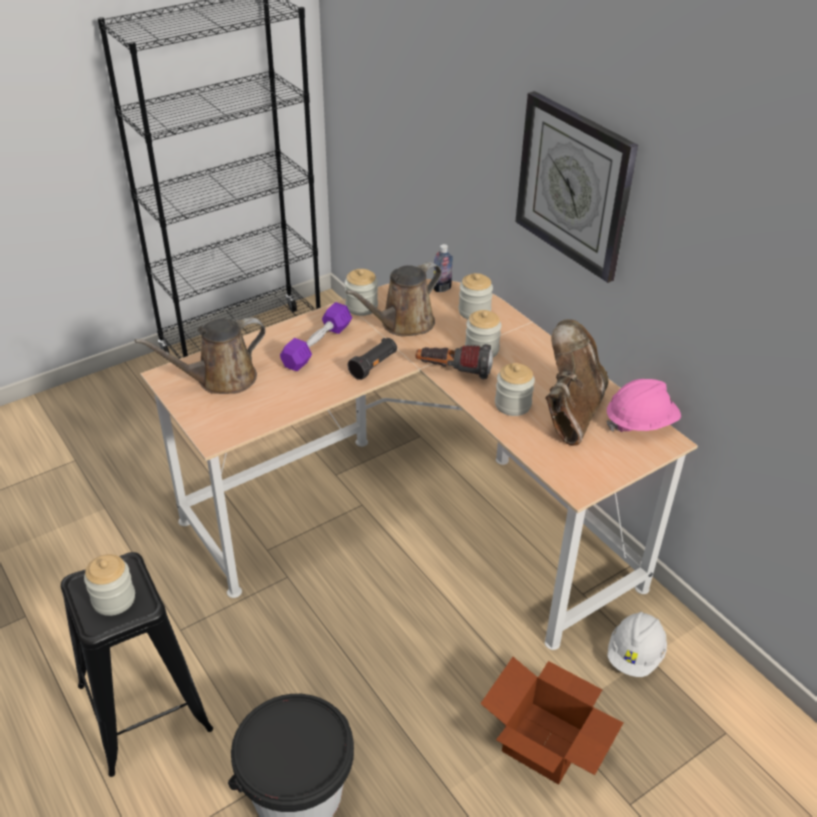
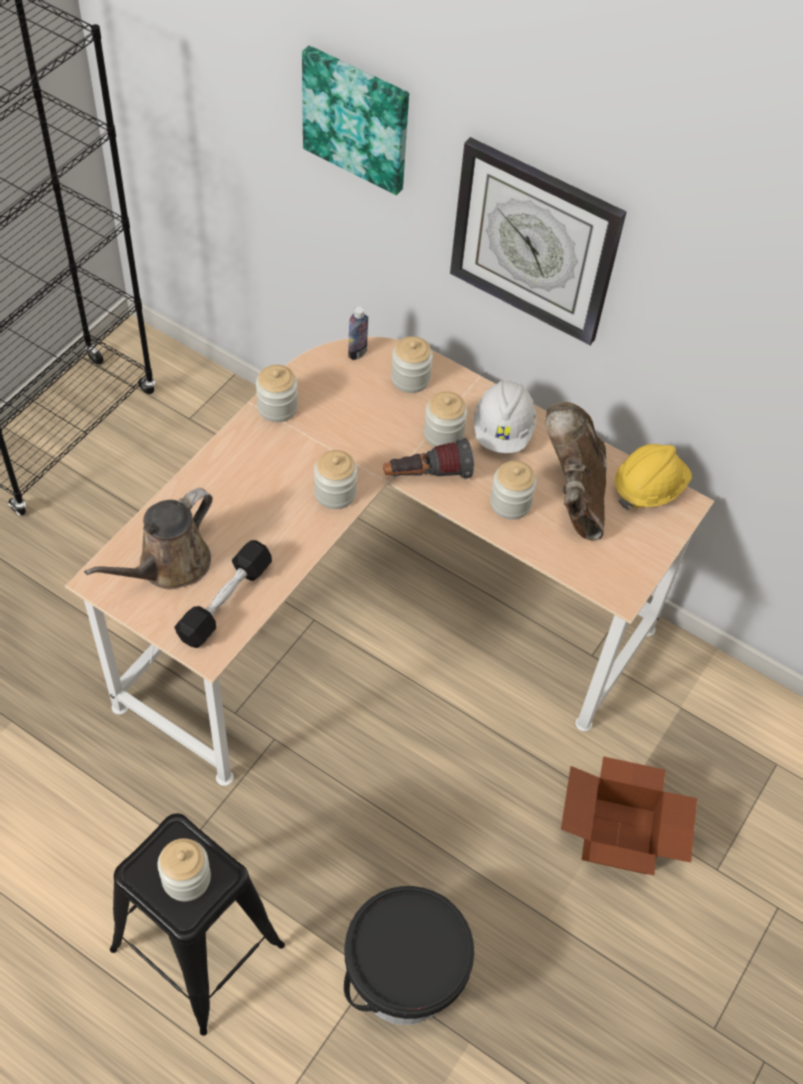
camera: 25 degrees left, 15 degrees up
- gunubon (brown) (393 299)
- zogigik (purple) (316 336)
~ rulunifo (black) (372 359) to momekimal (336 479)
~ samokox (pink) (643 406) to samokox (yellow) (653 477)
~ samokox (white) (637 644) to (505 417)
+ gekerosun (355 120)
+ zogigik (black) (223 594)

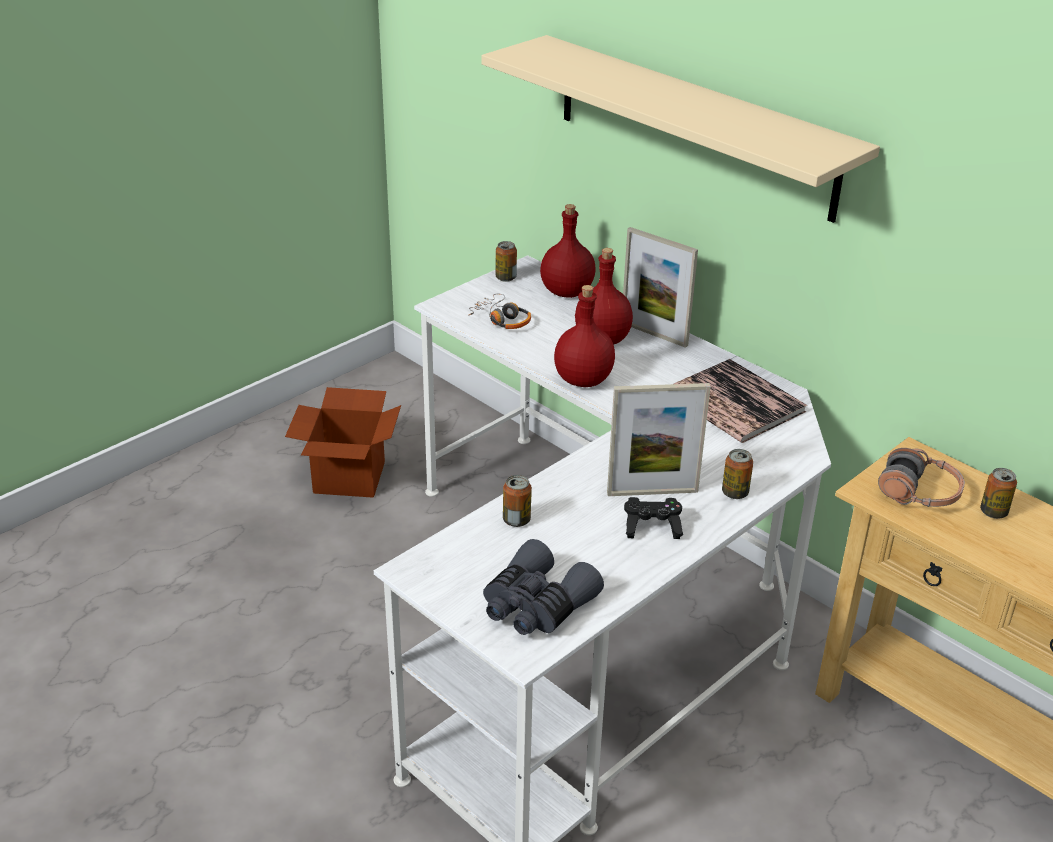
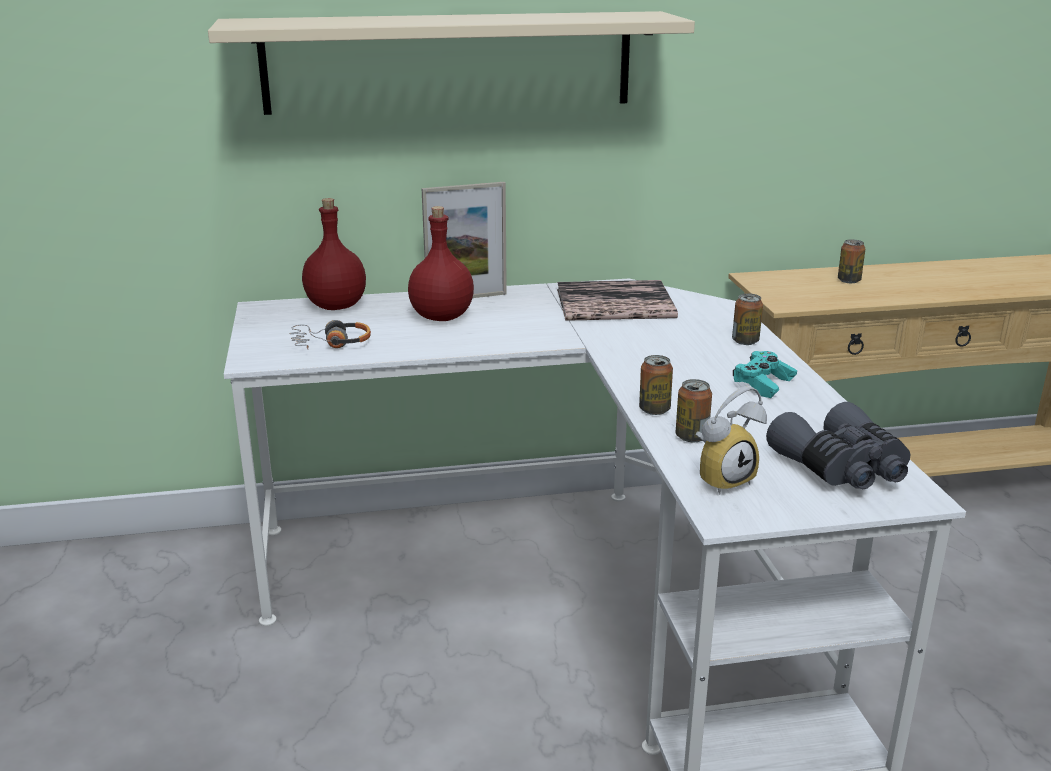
camera: 55 degrees left, 10 degrees down
~ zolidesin (506 261) to (656 385)
- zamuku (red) (584 336)
- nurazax (659 439)
- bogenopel (343 442)
- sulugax (921 477)
~ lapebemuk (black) (653 518) to lapebemuk (turquoise) (765 374)
+ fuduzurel (731 440)

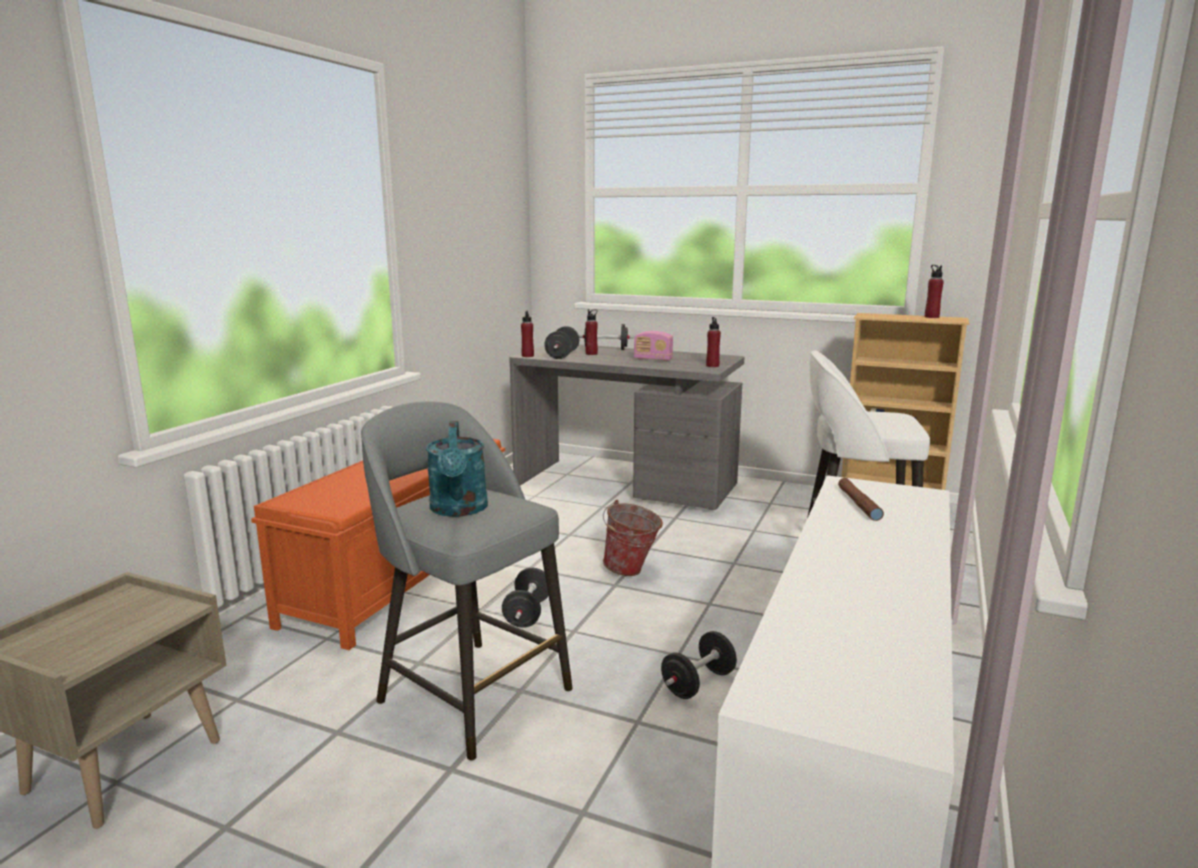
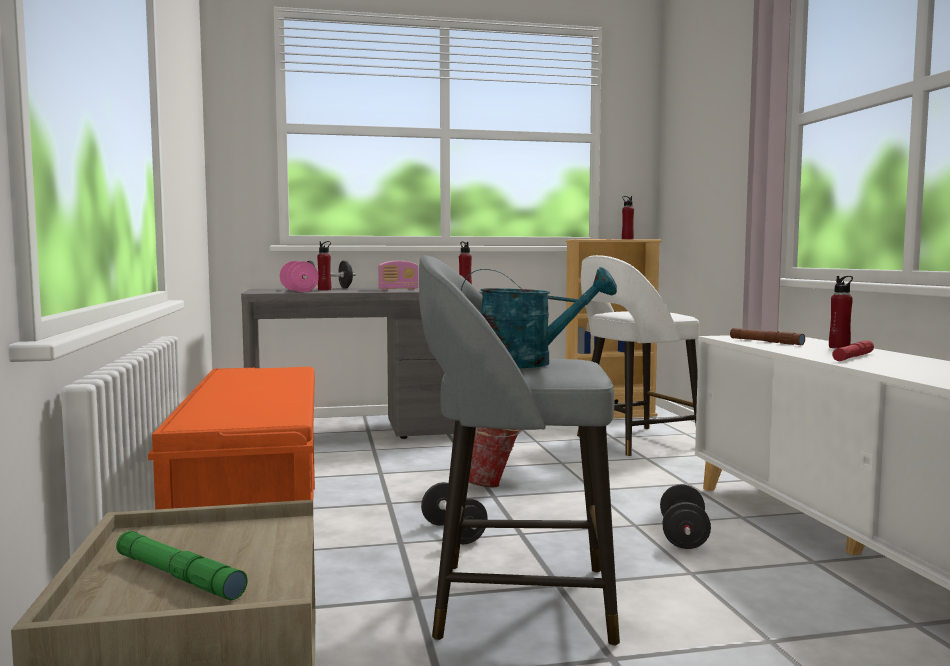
camera: 35 degrees left, 10 degrees down
~ zamuku (red) (527 334) to (841 312)
~ zogigik (black) (561 342) to zogigik (pink) (299 276)
~ gunubon (turquoise) (457 469) = (539 317) 45 degrees counterclockwise
+ rulunifo (red) (853 350)
+ rulunifo (green) (182 566)

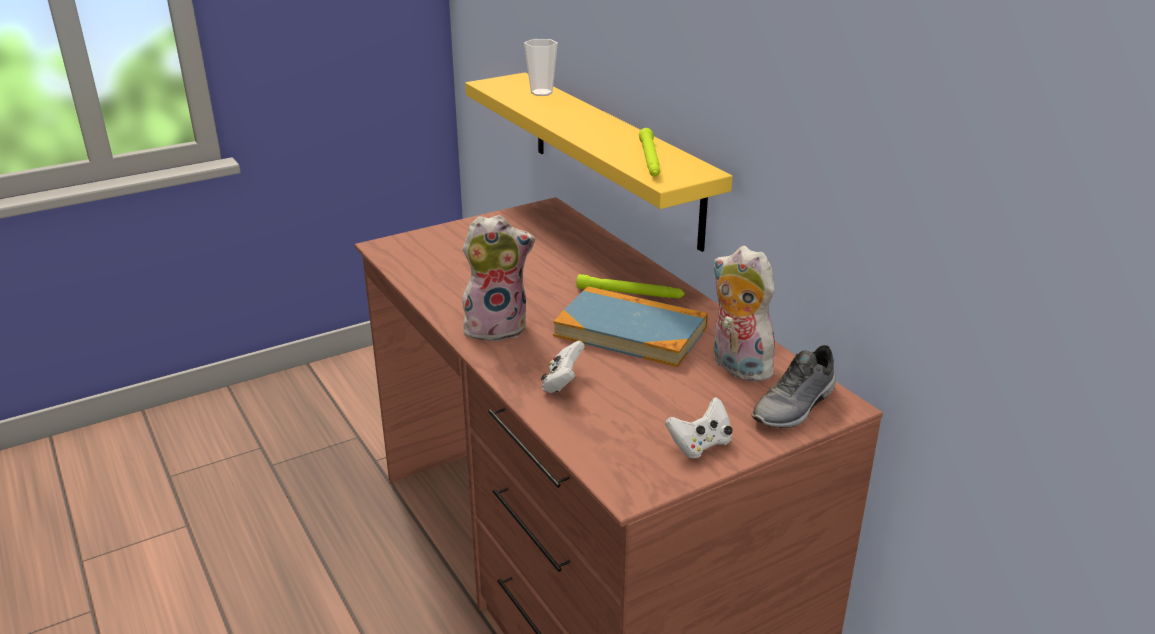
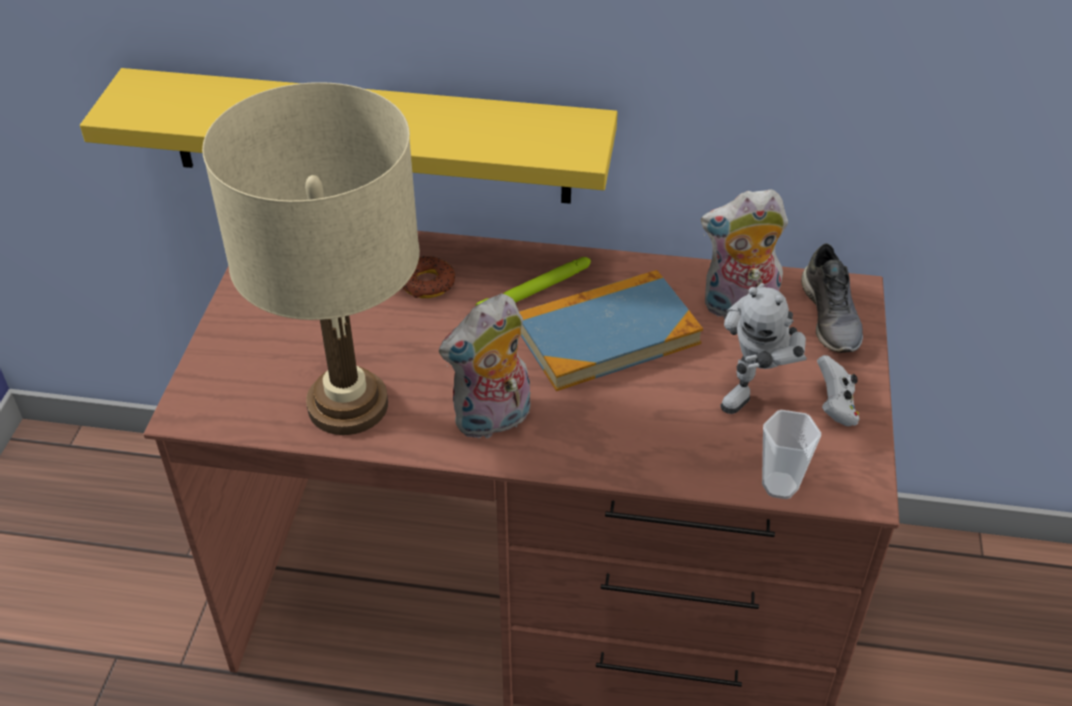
camera: 50 degrees left, 15 degrees up
~ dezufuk (541 67) to (791 454)
- rulunifo (green) (649 152)
~ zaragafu (498 279) = (484 366) 150 degrees counterclockwise
- lapebemuk (white) (563 367)
+ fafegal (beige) (311 258)
+ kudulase (429 277)
+ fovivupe (763 348)

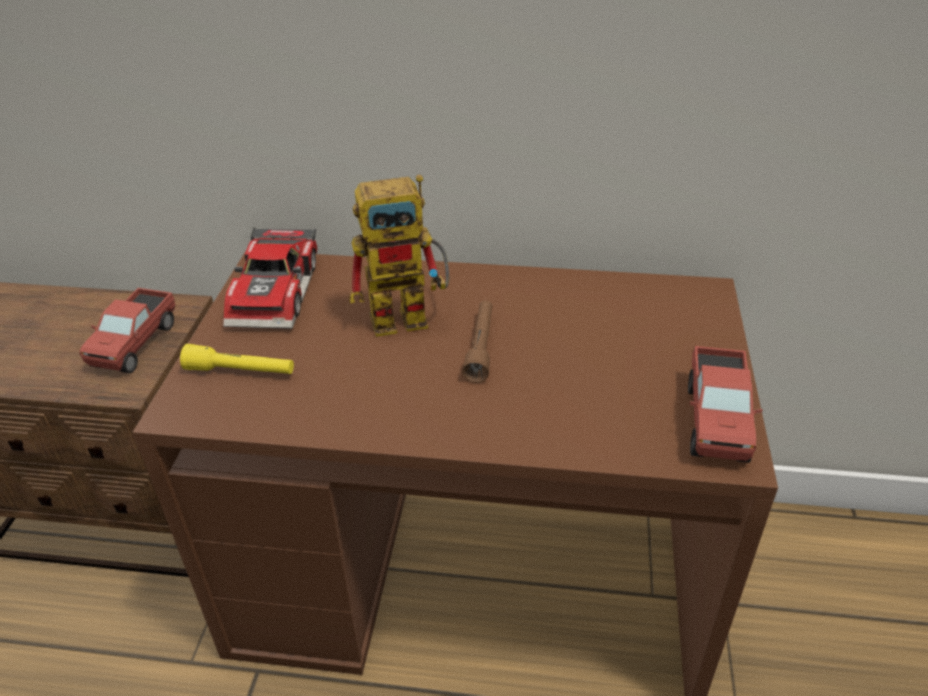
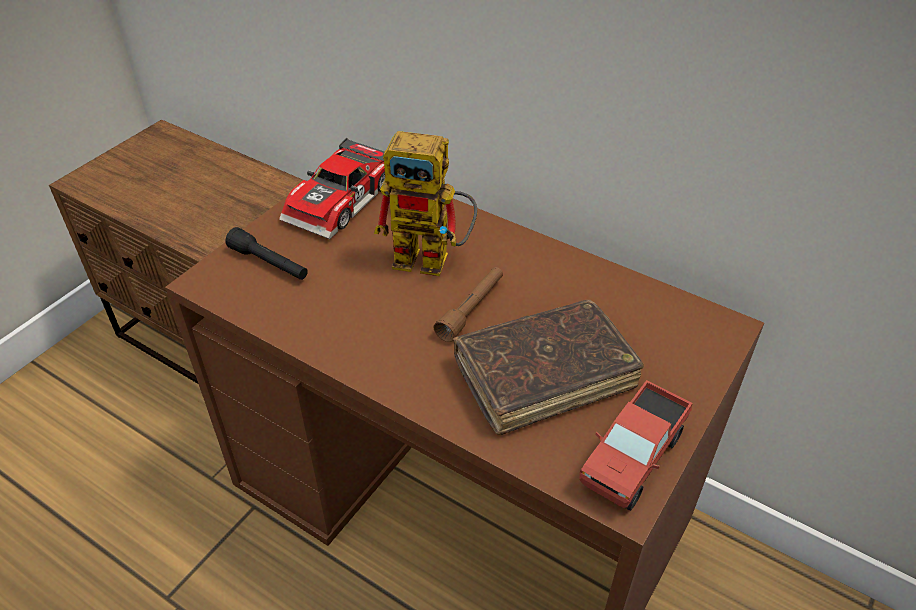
camera: 25 degrees right, 5 degrees up
- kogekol (127 330)
~ rulunifo (yellow) (237 359) to rulunifo (black) (266 253)
+ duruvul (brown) (548 367)

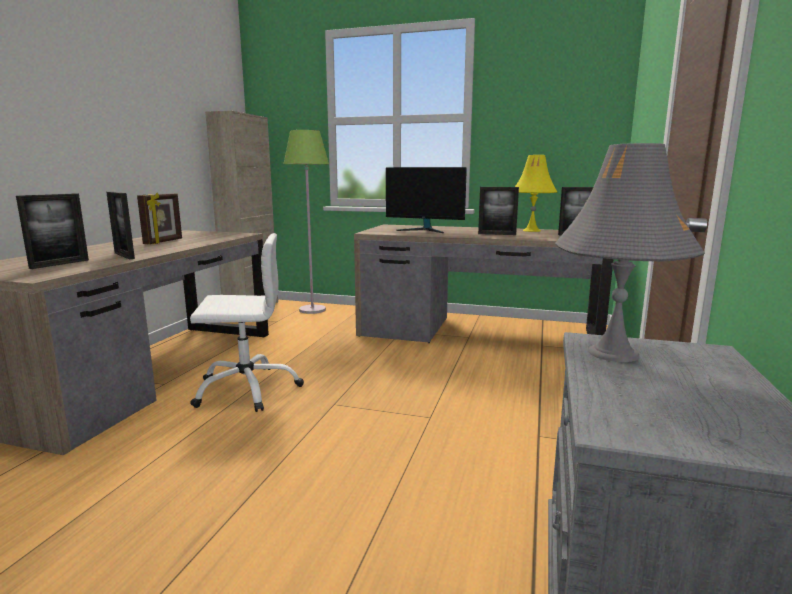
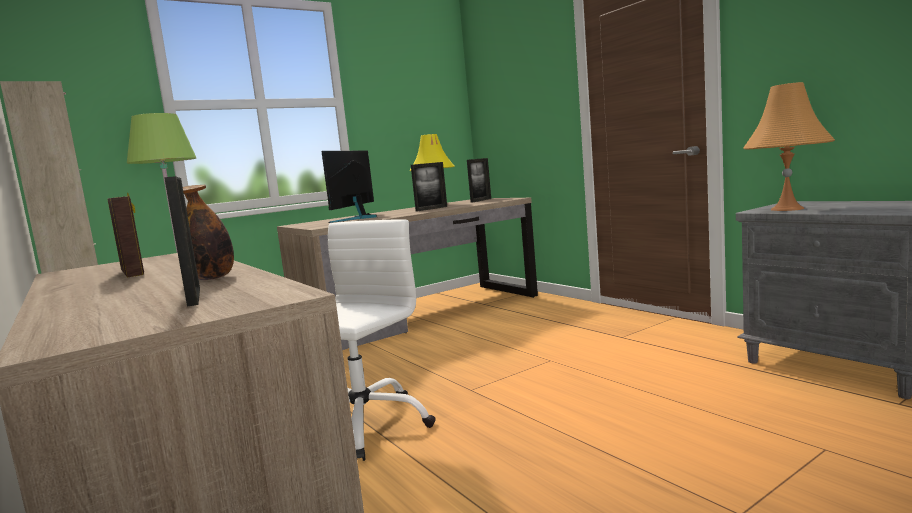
camera: 50 degrees left, 5 degrees down
~ fafegal (grey) (630 252) to fafegal (orange) (789 146)
~ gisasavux (426 200) = (349 187) 135 degrees clockwise
~ nurazax (120 225) to zamuku (208 232)

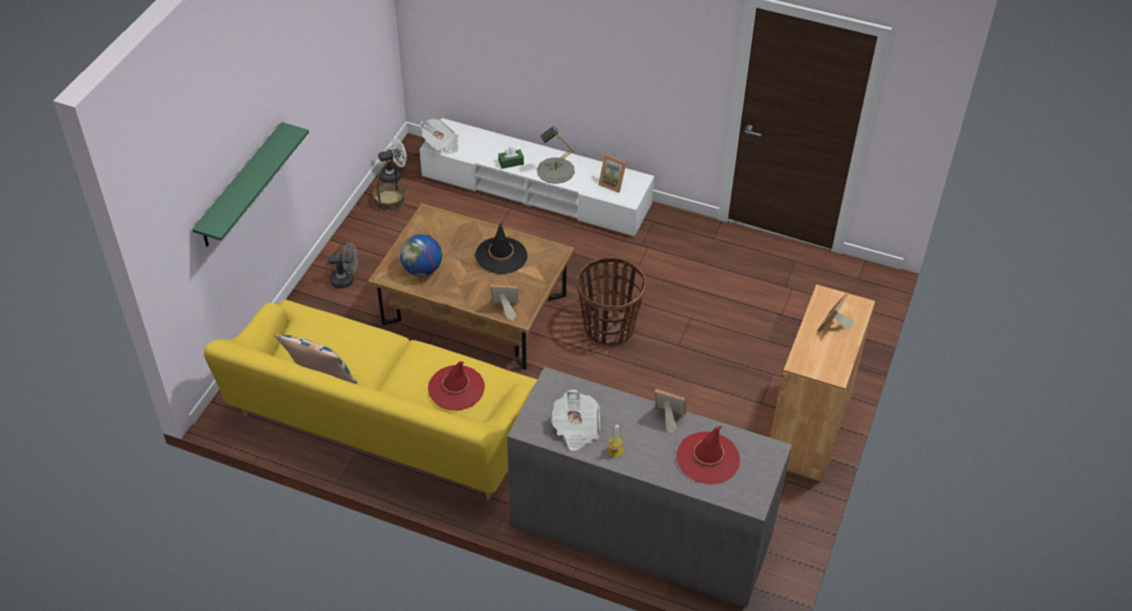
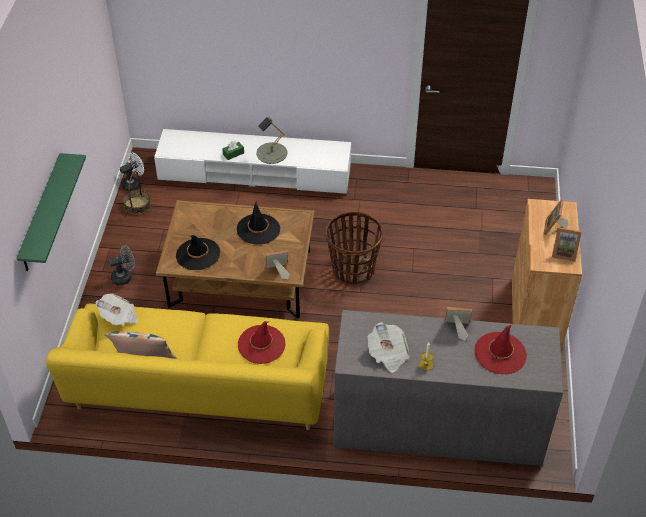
camera: 15 degrees left, 0 degrees up
~ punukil (439 135) to (117 309)
~ nurazax (612 173) to (567 244)
~ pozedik (421 255) to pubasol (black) (198 252)

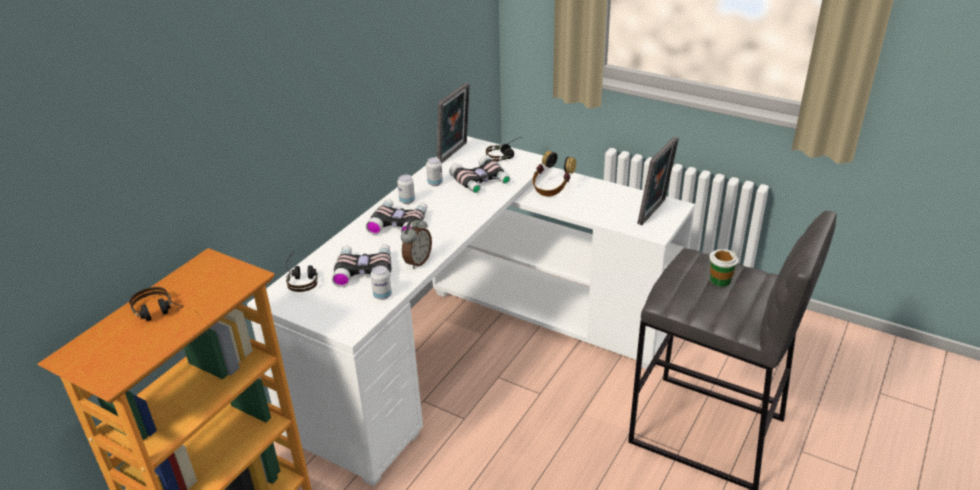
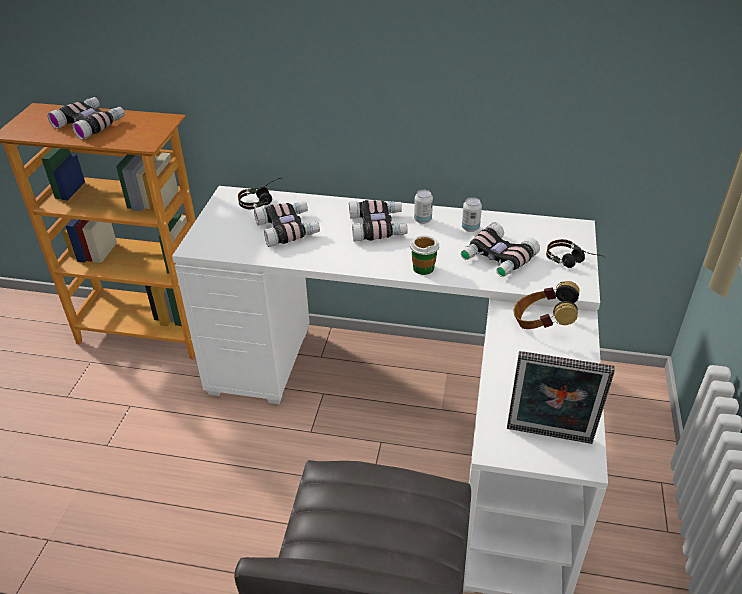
camera: 70 degrees right, 5 degrees up
- nurazax (453 123)
- fuduzurel (416 243)
~ dezufuk (723 268) to (424 255)
- zolidesin (381 283)
~ sulugax (156 304) to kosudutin (86 118)

